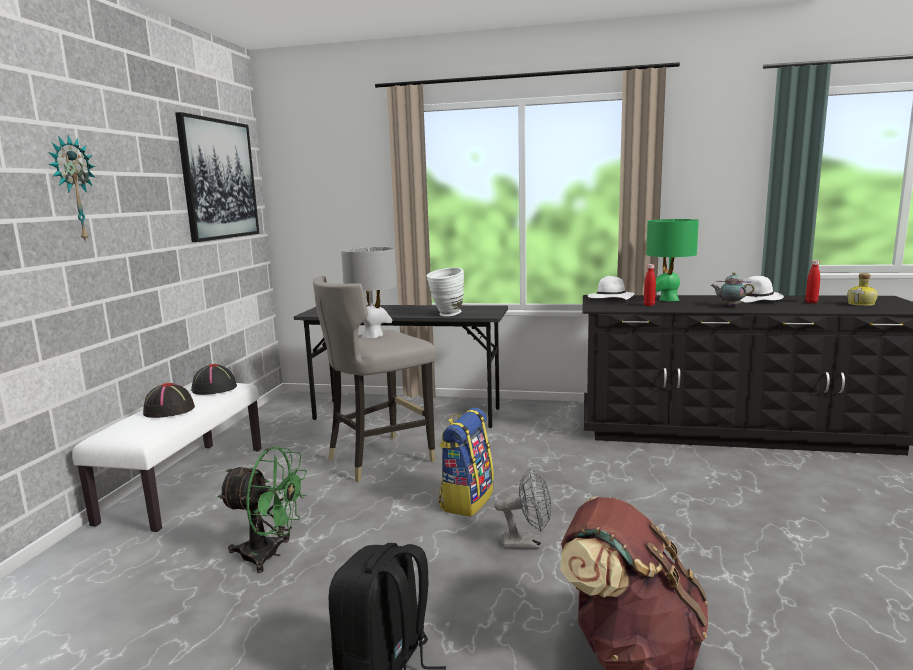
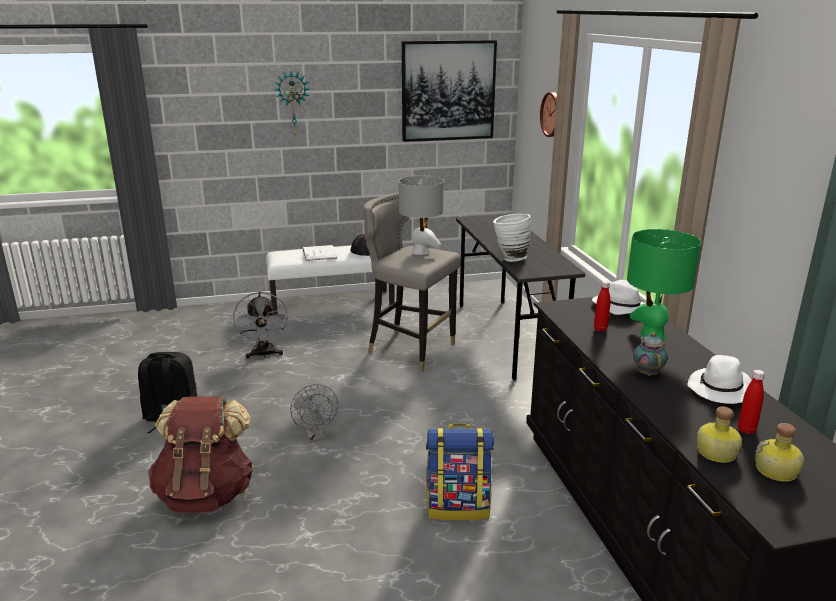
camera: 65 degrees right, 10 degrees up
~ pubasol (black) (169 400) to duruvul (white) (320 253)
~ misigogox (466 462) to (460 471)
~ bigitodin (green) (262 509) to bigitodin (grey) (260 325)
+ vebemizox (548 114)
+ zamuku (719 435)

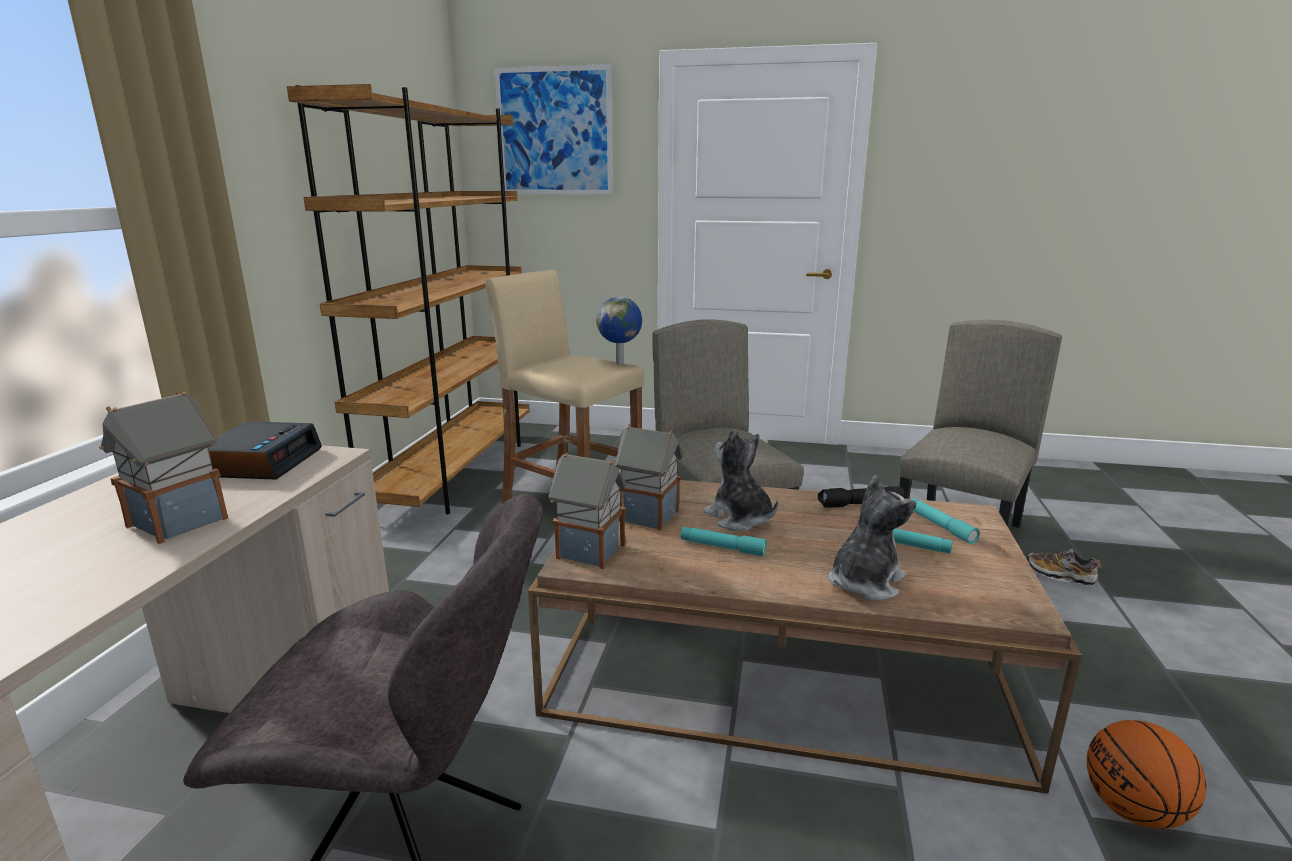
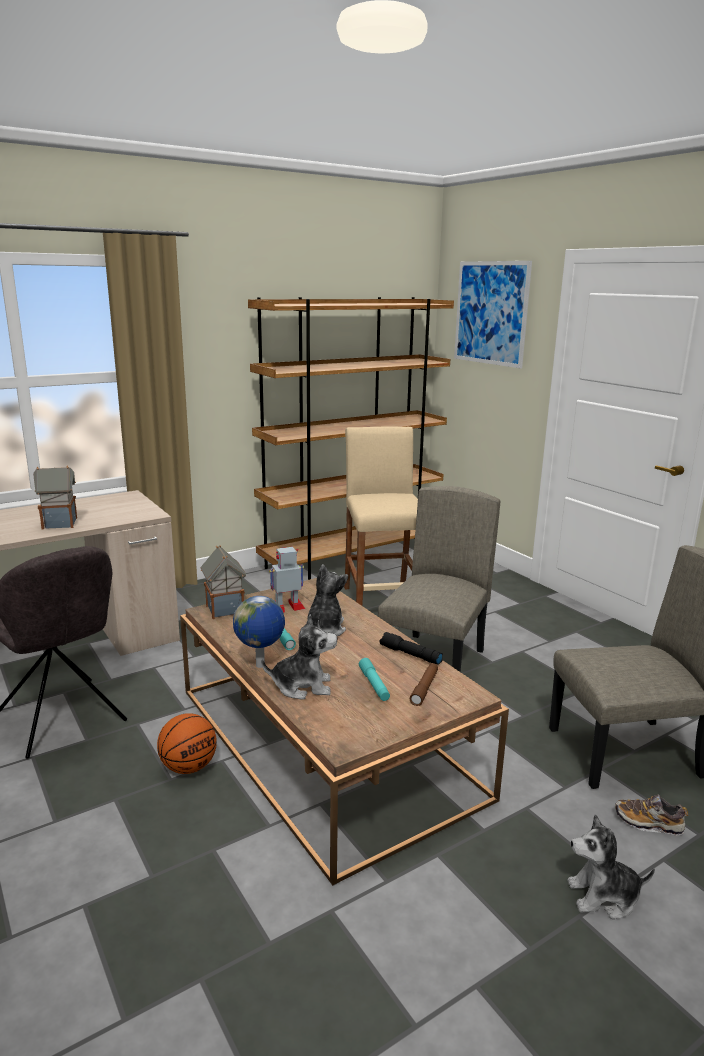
camera: 45 degrees right, 0 degrees up
~ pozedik (619 331) to (259 632)
- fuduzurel (265 450)
~ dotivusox (649 477) to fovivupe (287 579)
~ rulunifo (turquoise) (945 521) to rulunifo (brown) (423 684)
~ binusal (1064 567) = (652 815) 60 degrees counterclockwise
~ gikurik (1146 774) to (187 743)
+ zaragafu (611 866)

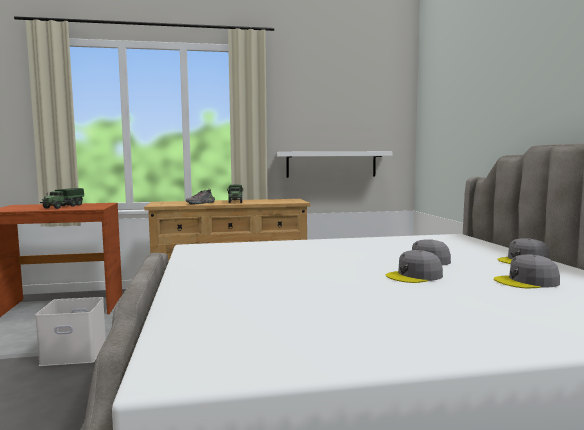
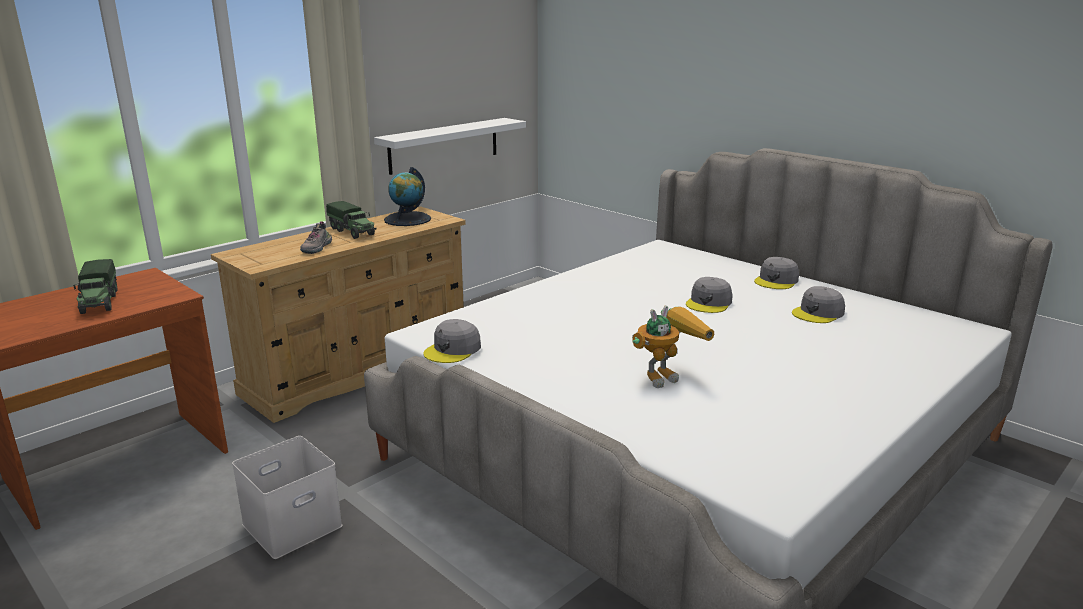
camera: 35 degrees left, 15 degrees up
~ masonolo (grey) (414 266) to (452 341)
+ pozedik (407 196)
+ fovivupe (673 346)

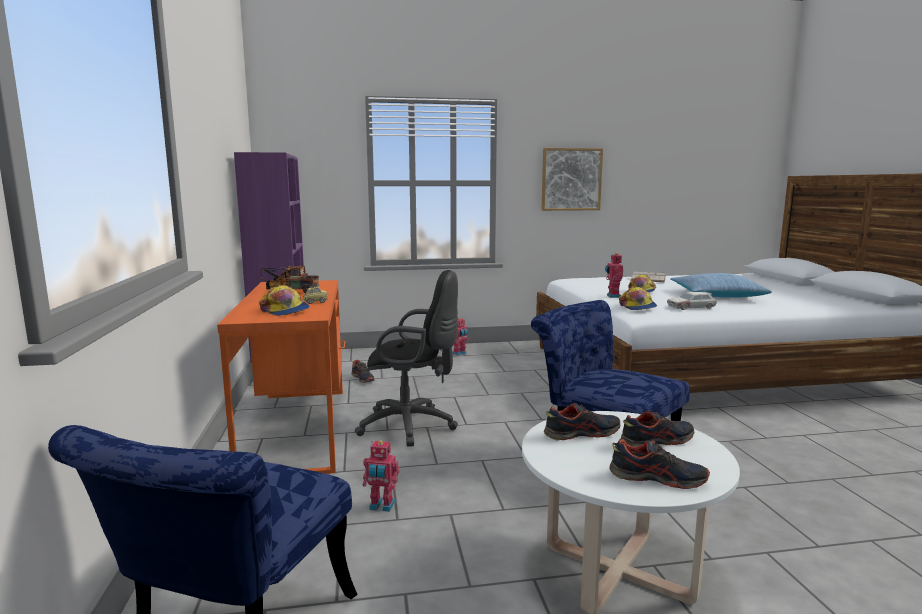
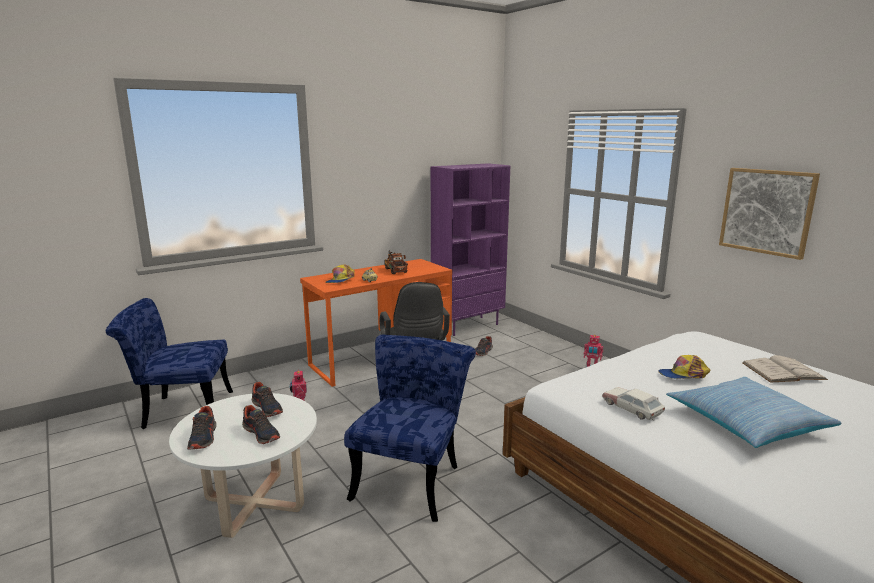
camera: 65 degrees right, 5 degrees up
- fovivupe (614 275)
- masonolo (638 298)

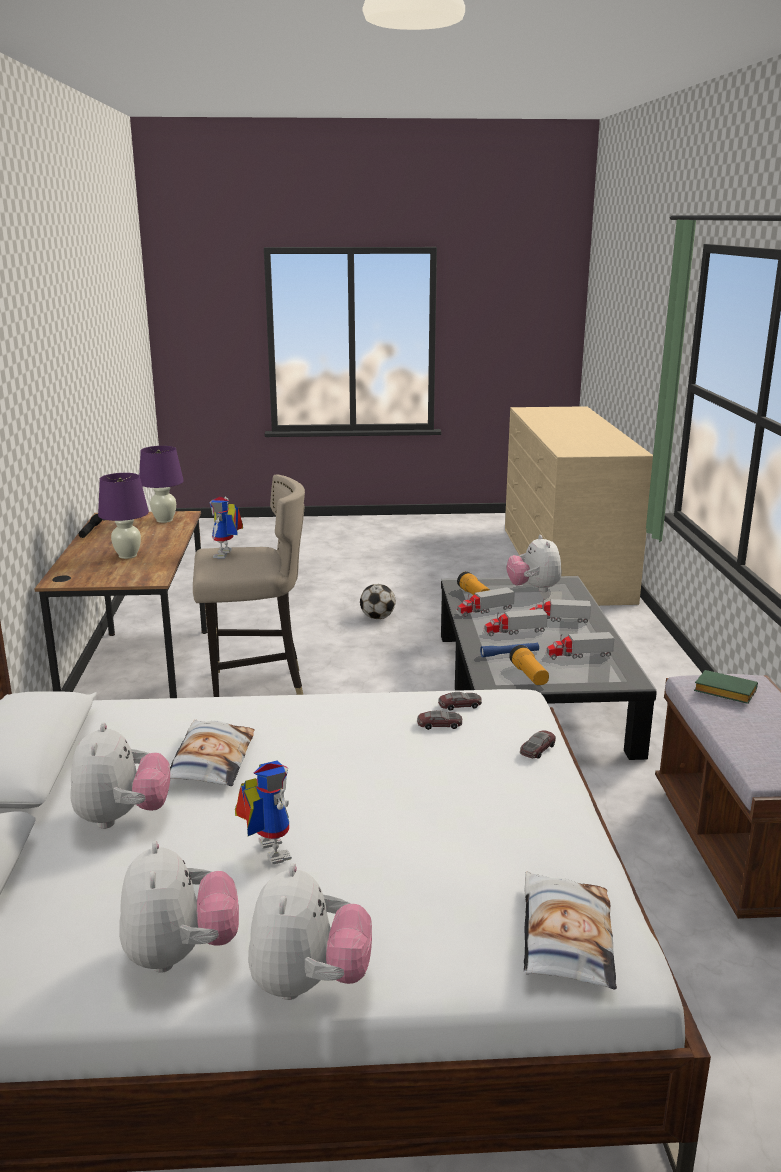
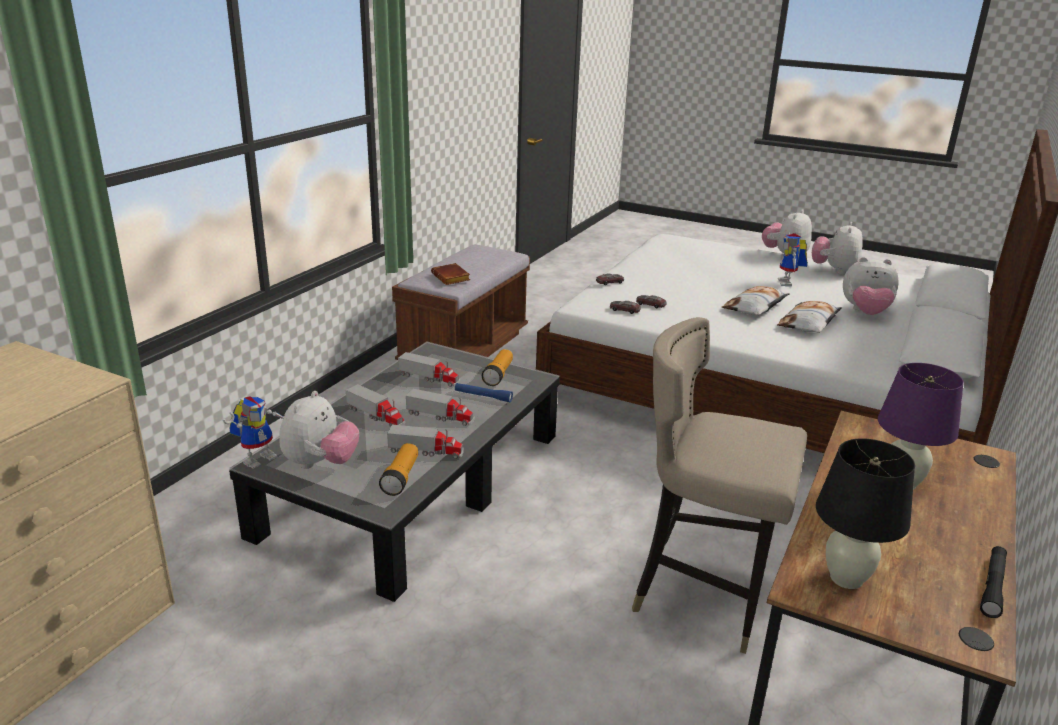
camera: 150 degrees left, 5 degrees up
~ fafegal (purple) (161 484) to fafegal (black) (865 513)
~ fovivupe (226 527) to (253 432)
- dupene (378 601)
~ duruvul (green) (726 687) to duruvul (brown) (450 274)
~ zaragafu (120 775) = (871 286) 105 degrees counterclockwise
~ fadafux (570 930) to (756 300)

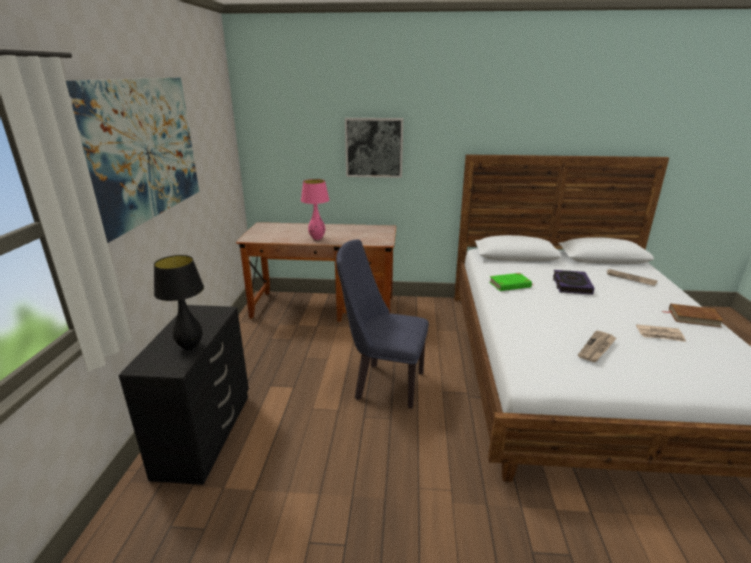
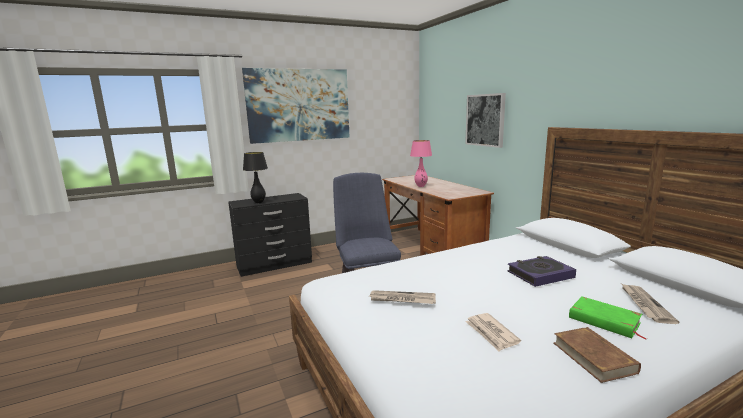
camera: 60 degrees right, 10 degrees down
~ duruvul (green) (511 282) to (608 317)

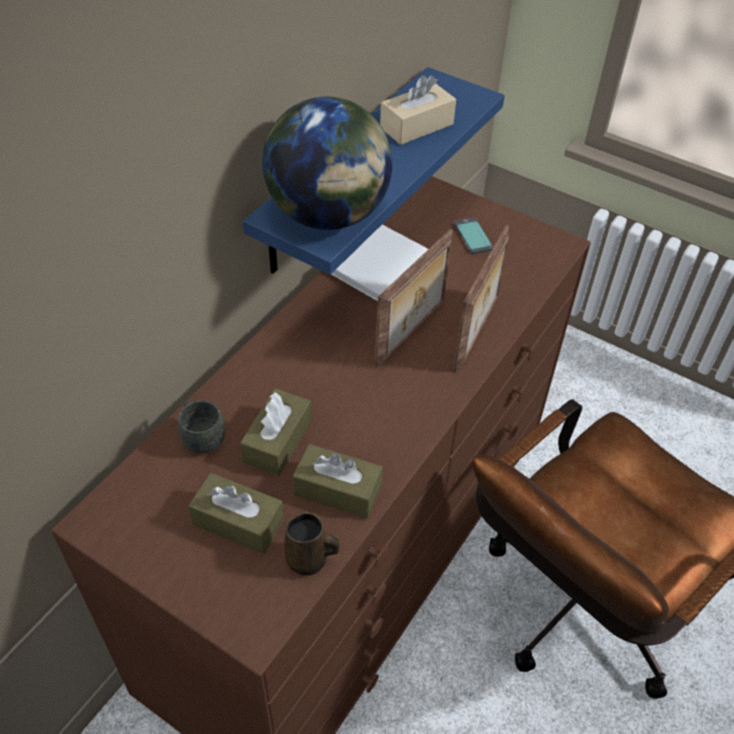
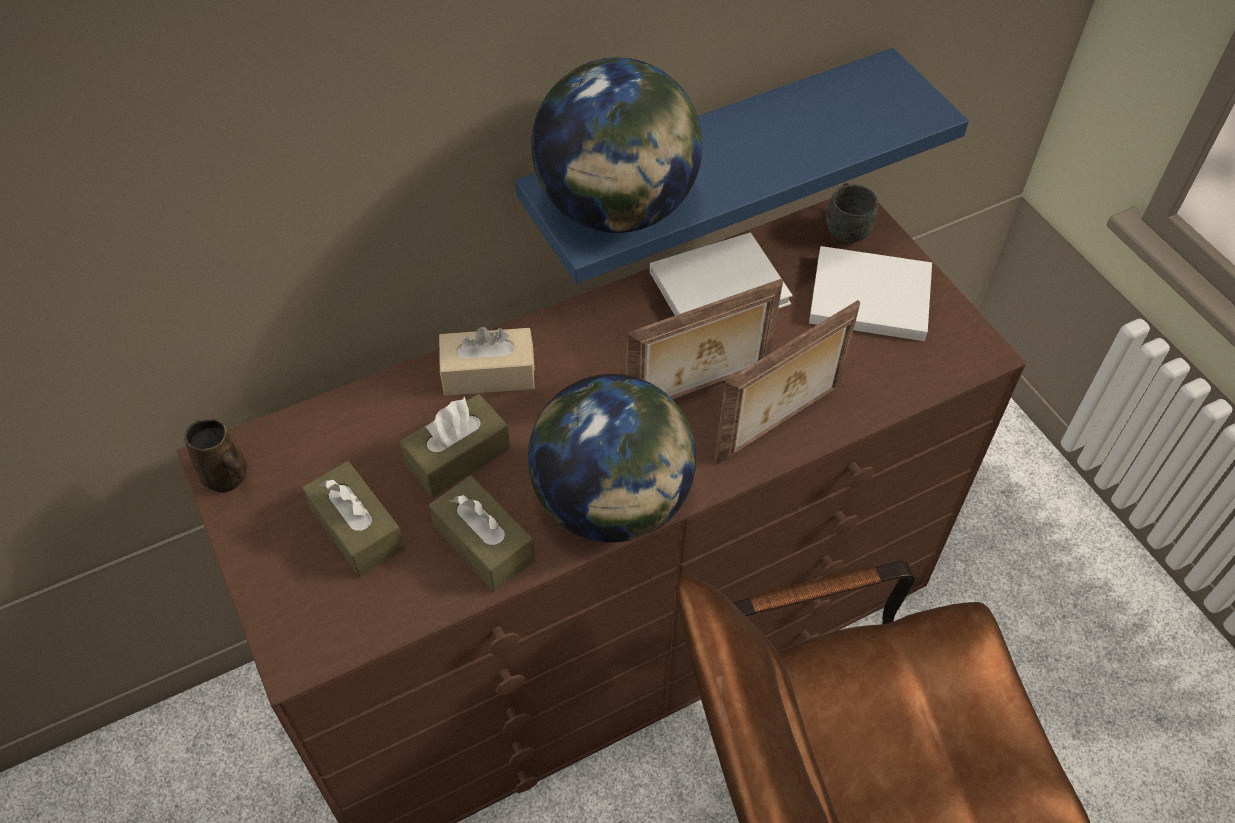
camera: 30 degrees right, 5 degrees up
~ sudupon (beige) (418 110) to (487 361)
~ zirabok (473 236) to duruvul (white) (870 293)
~ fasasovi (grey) (201 426) to (852 212)
~ fasasovi (brown) (312 544) to (215 455)
+ pozedik (612 458)

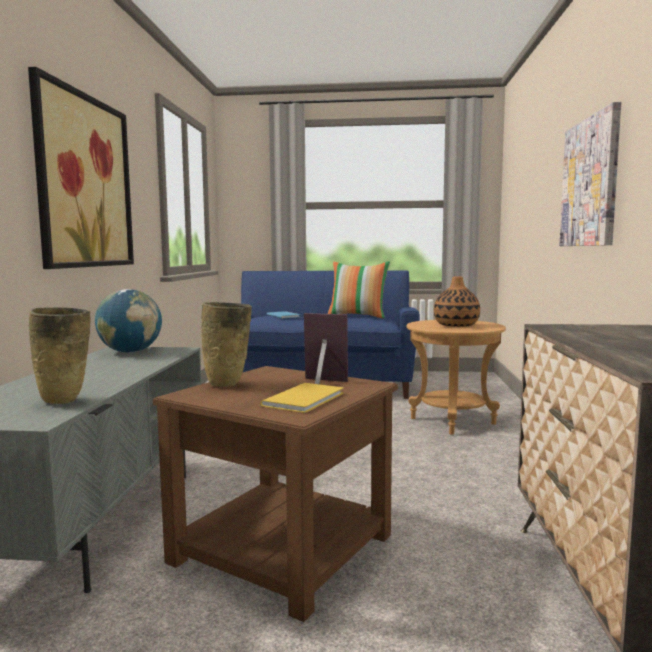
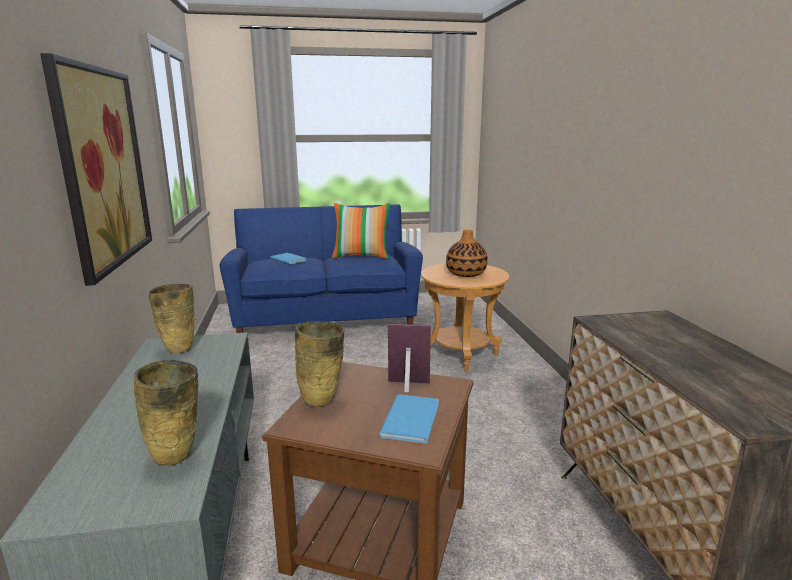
camera: 15 degrees left, 10 degrees up
- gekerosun (590 174)
~ pozedik (128 321) to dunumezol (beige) (172 319)
~ duruvul (yellow) (302 398) to duruvul (blue) (409 419)

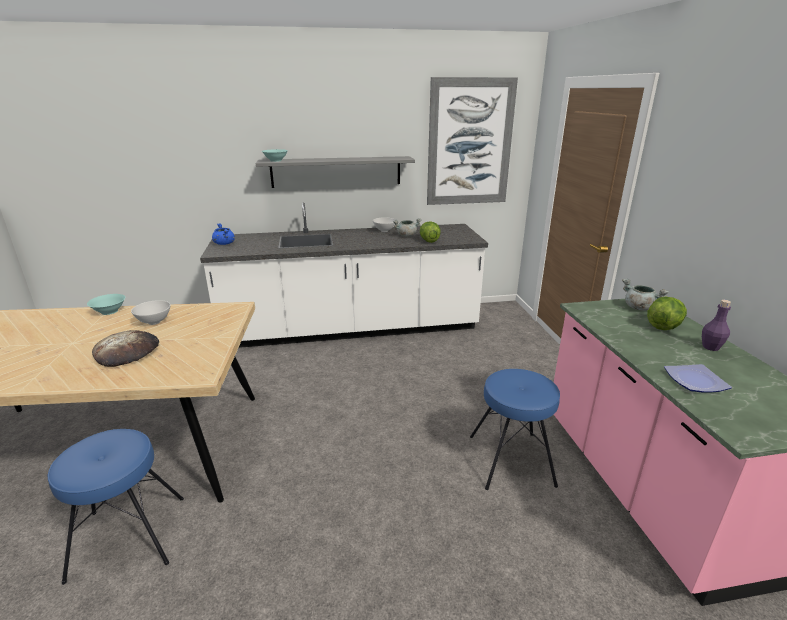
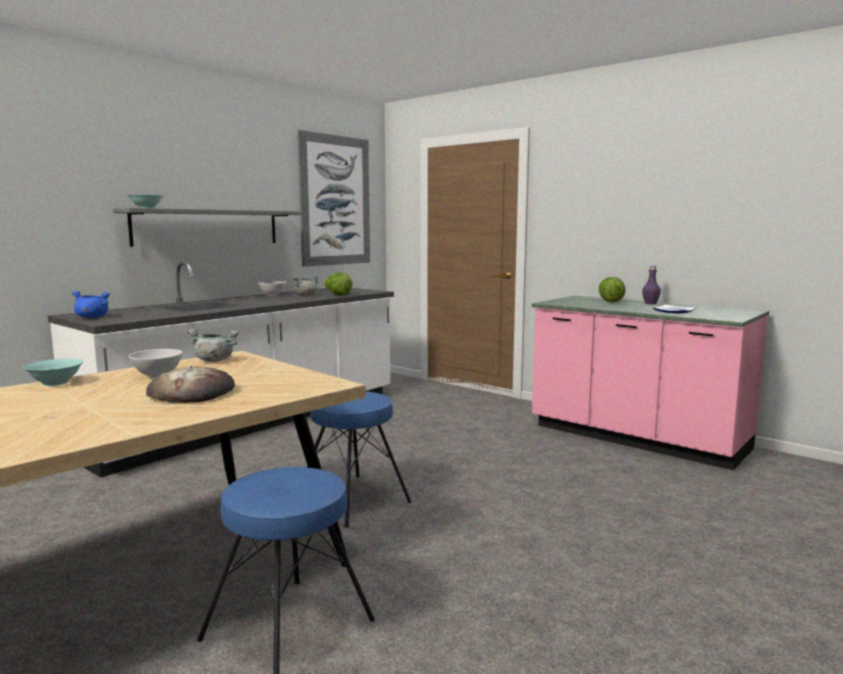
camera: 40 degrees left, 15 degrees down
~ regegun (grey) (645 295) to (213 345)
~ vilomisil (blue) (515 429) to (359 459)

